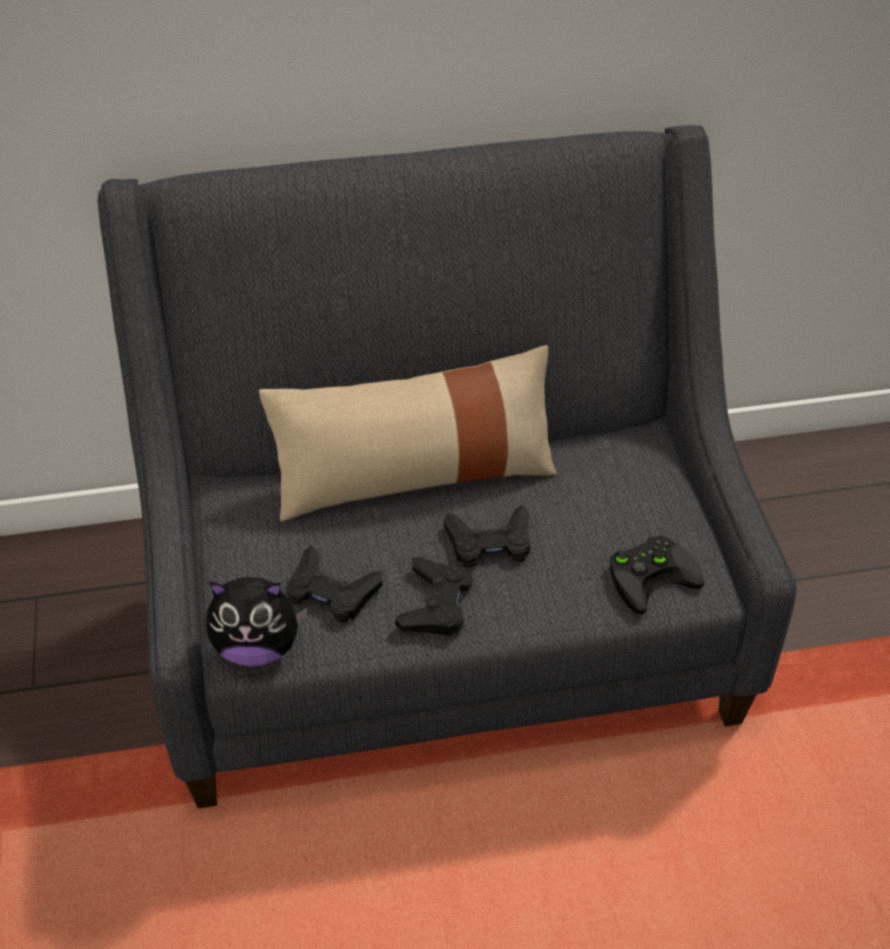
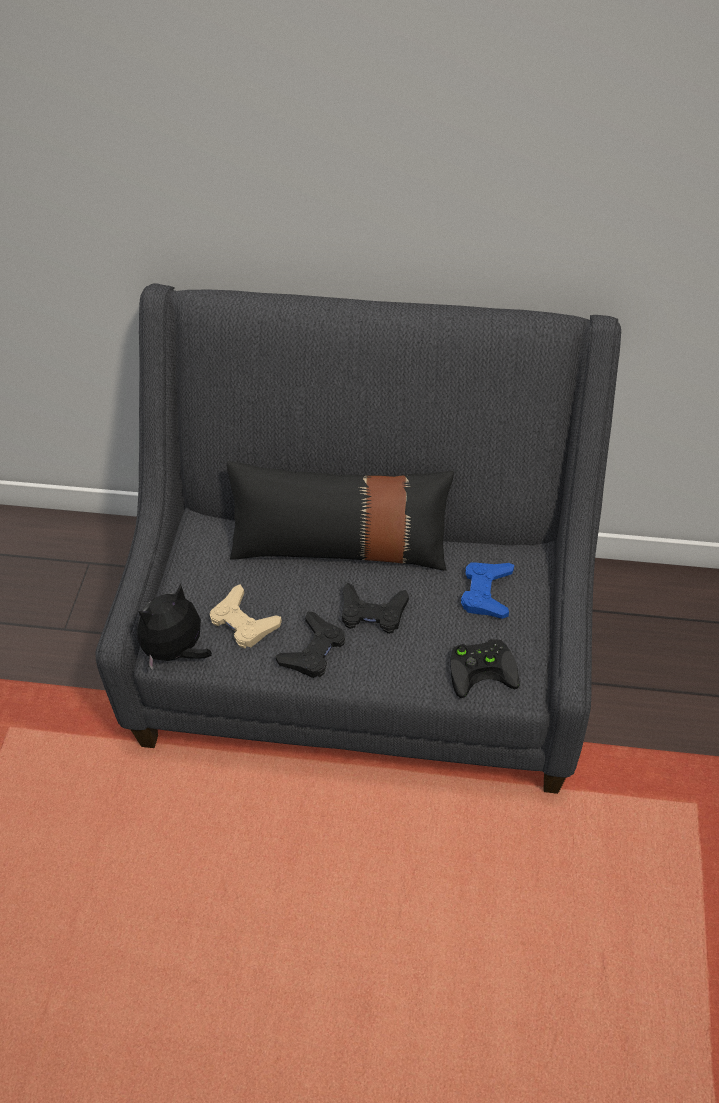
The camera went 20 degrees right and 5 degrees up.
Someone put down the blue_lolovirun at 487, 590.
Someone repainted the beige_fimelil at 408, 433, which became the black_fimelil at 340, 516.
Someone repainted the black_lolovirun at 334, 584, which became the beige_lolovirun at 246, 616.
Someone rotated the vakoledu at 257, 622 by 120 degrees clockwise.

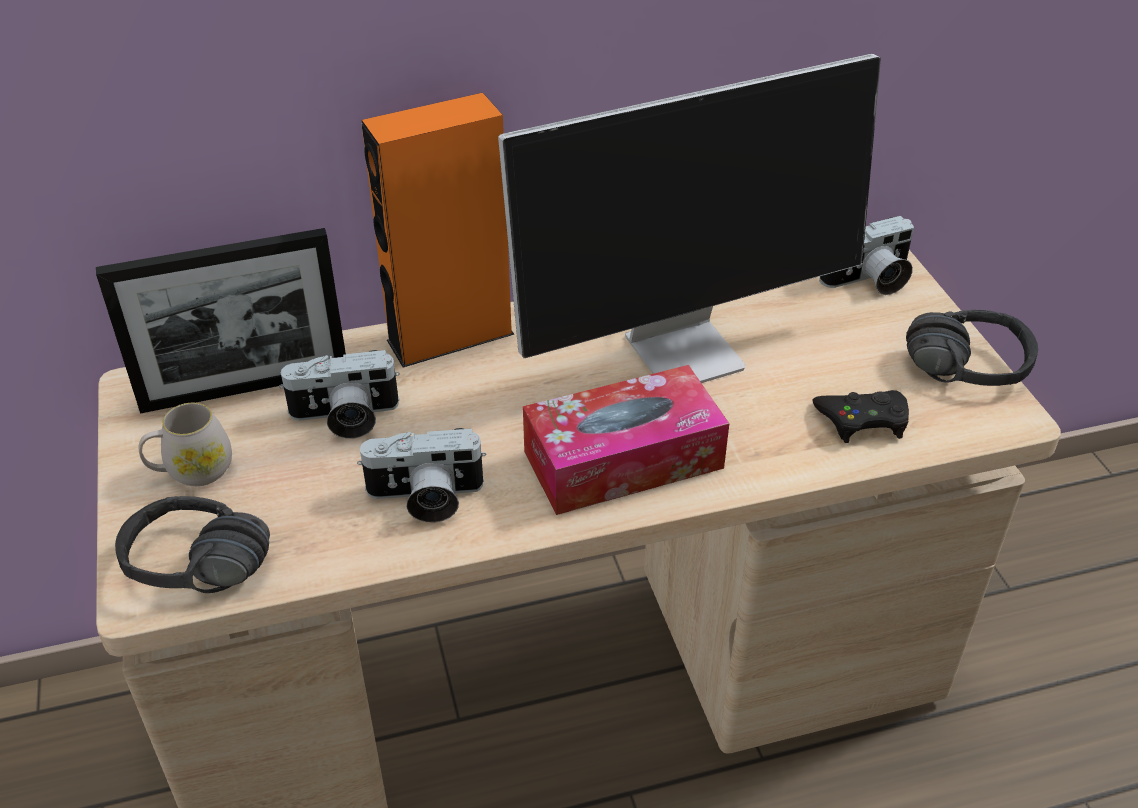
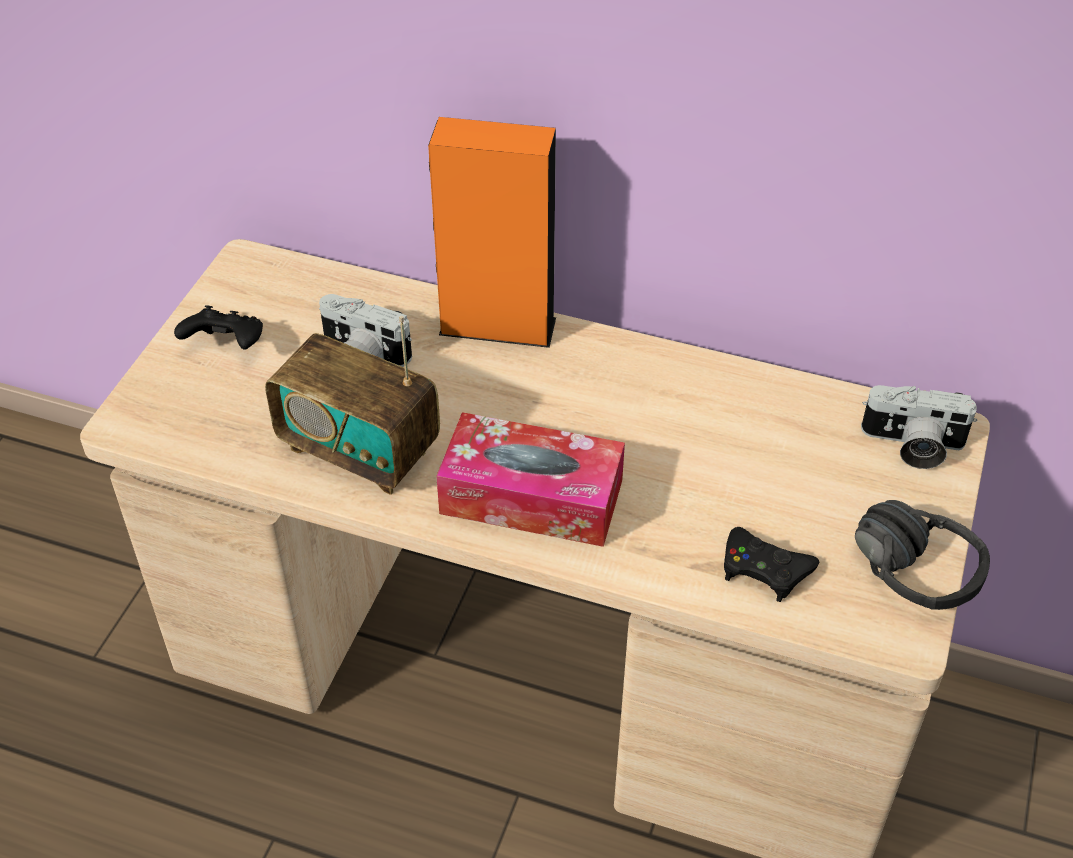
The camera went 35 degrees right and 5 degrees up.
Someone took away the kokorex at 221, 320.
Someone took away the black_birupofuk at 192, 544.
Someone took away the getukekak at 689, 218.
Someone swapped the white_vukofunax at 185, 444 for the black_lolovirun at 218, 327.
Someone swapped the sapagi at 421, 475 for the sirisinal at 352, 405.

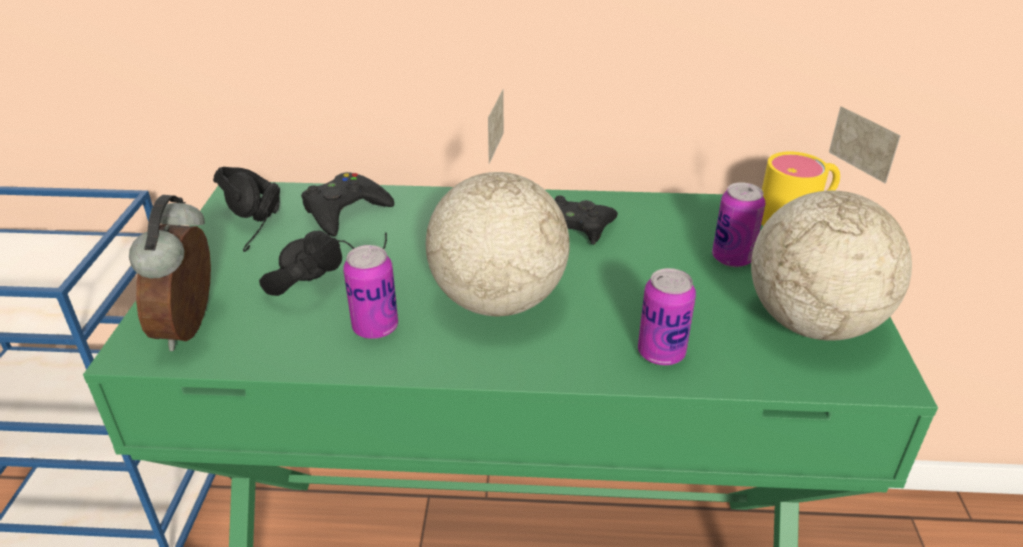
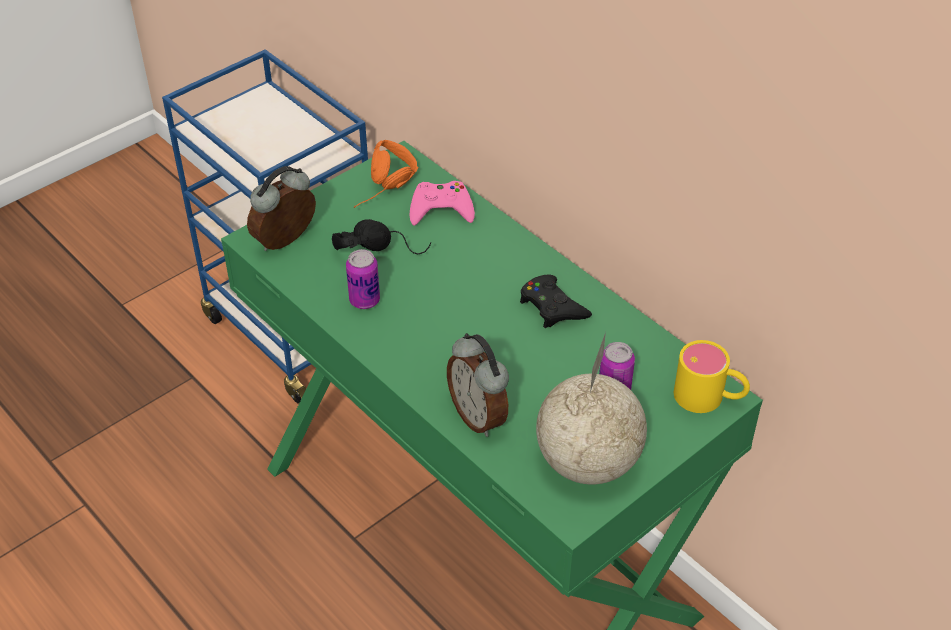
The camera went 45 degrees right and 10 degrees up.
Someone took away the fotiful at 498, 203.
Someone swapped the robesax at 667, 316 for the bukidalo at 478, 385.
Someone repainted the black_birupofuk at 246, 209, which became the orange_birupofuk at 386, 174.
Someone repainted the black_lolovirun at 347, 204, which became the pink_lolovirun at 442, 203.

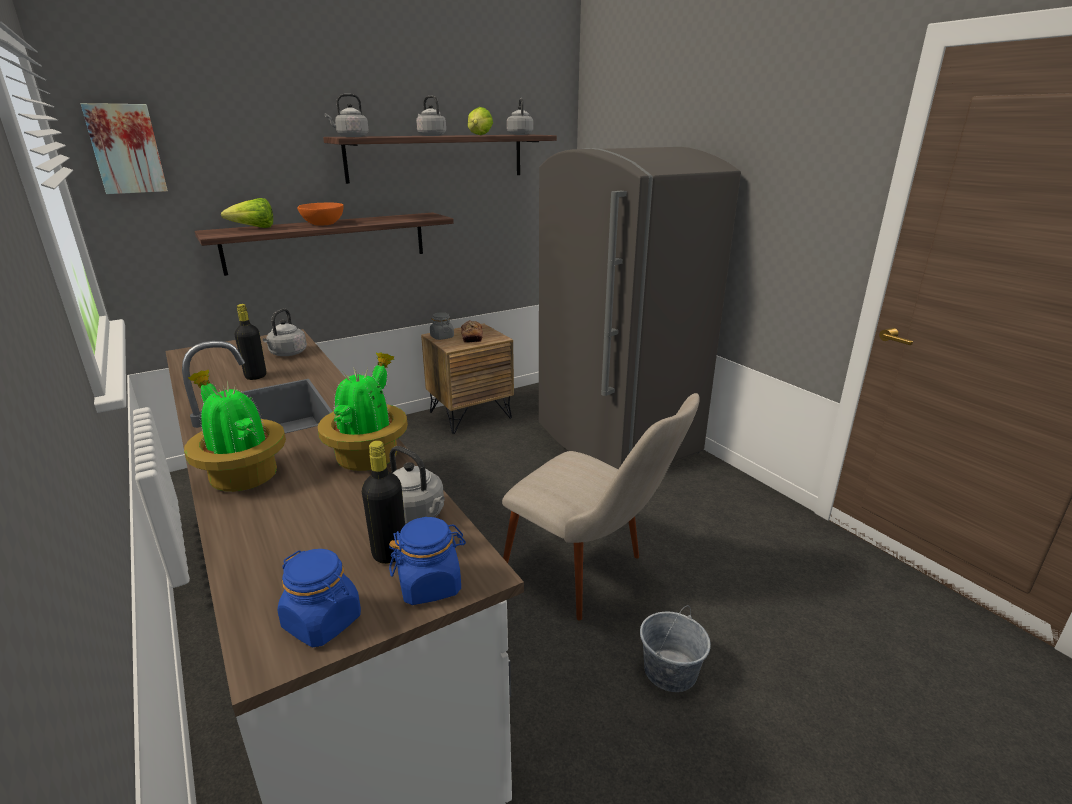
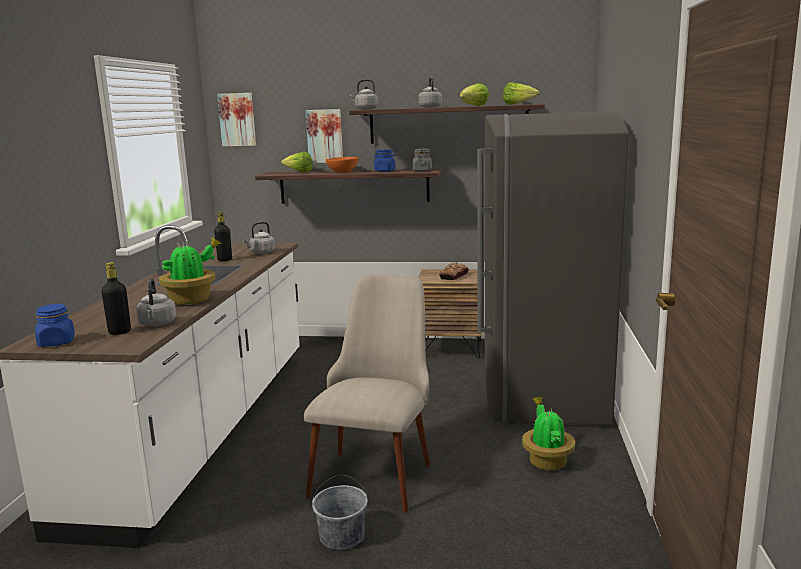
The camera went 40 degrees right and 10 degrees down.
Someone put up the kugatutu at 324, 136.
Someone carried the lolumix from 235, 431 to 548, 434.
Someone carried the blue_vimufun from 427, 561 to 384, 160.
Someone carried the grey_vimufun from 442, 326 to 422, 160.
Someone swapped the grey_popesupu at 520, 116 for the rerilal at 521, 93.
Someone rotated the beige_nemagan at 601, 507 by 150 degrees counterclockwise.

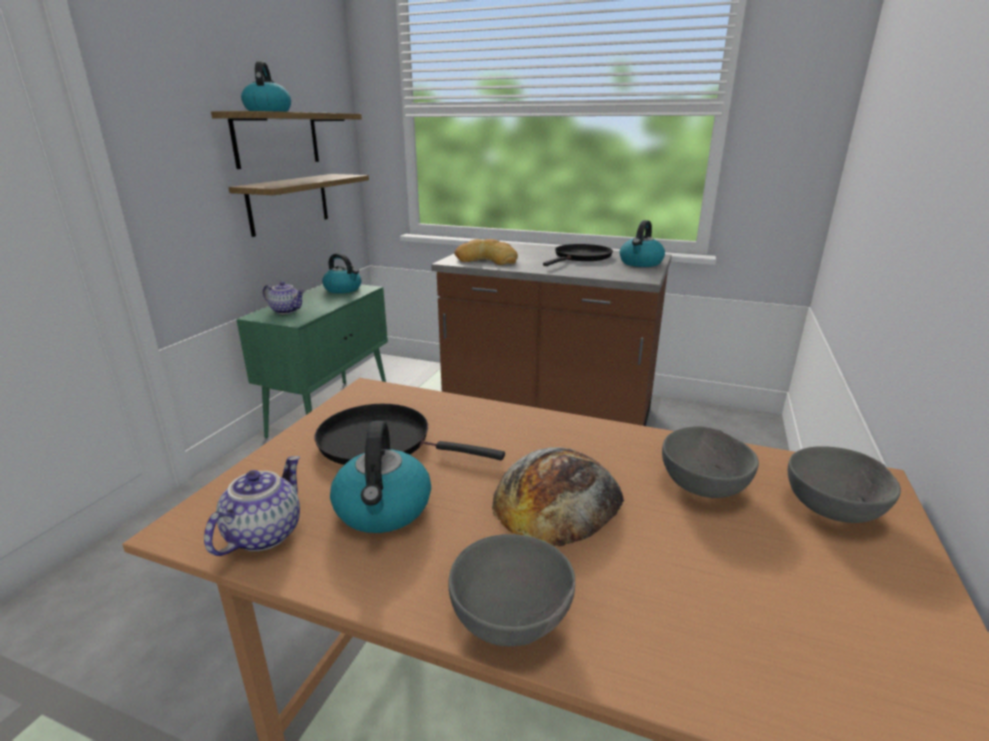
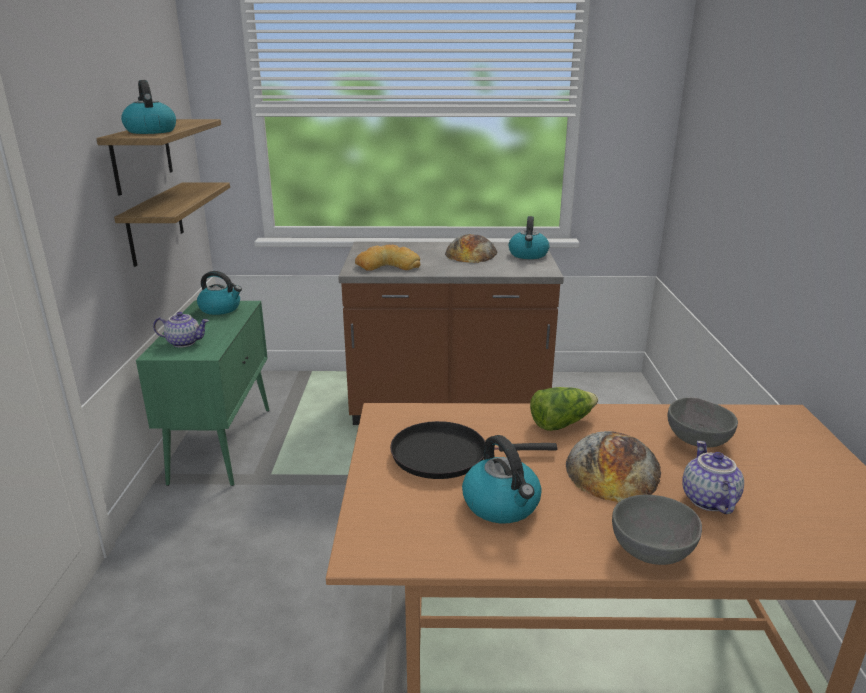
The camera went 20 degrees left and 0 degrees up.
Someone took away the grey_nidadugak at 844, 484.
Someone put down the rerilal at 564, 409.
Someone carried the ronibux from 252, 506 to 713, 477.
Someone swapped the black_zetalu at 578, 255 for the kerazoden at 471, 248.

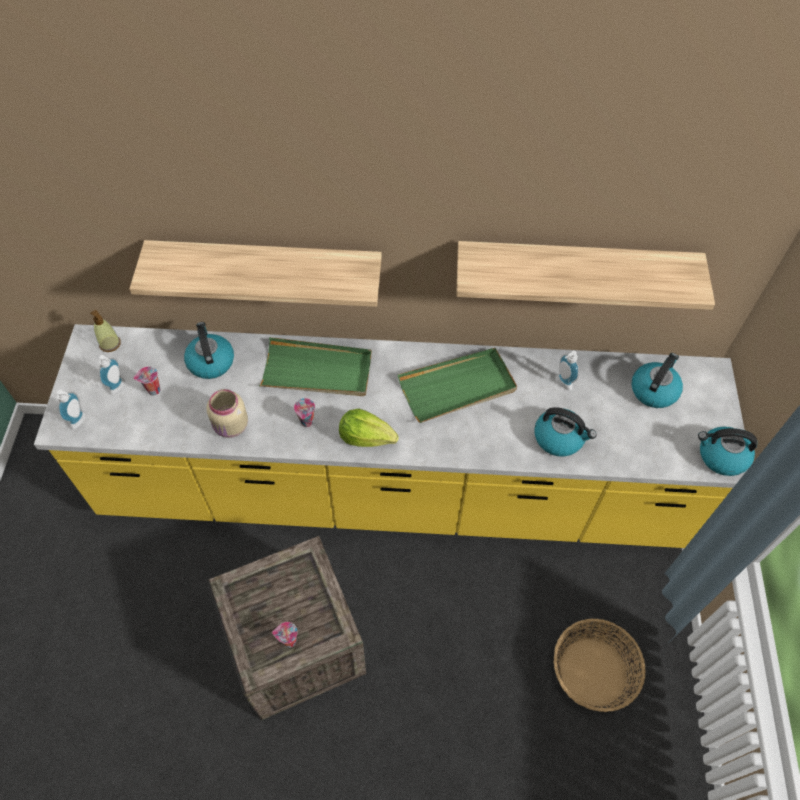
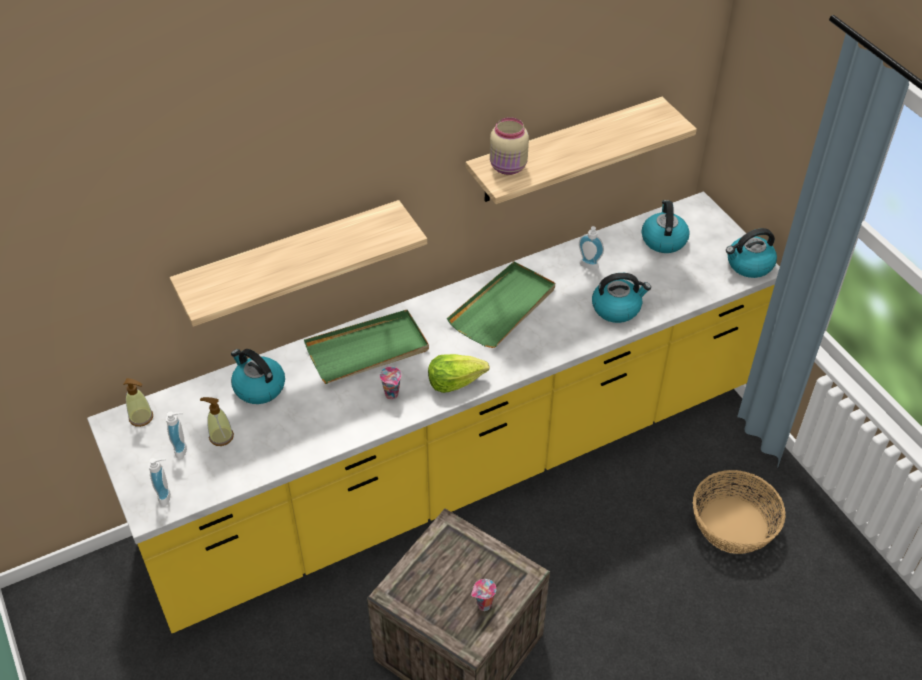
The camera went 30 degrees left and 10 degrees down.
Someone carried the beige_vimufun from 227, 413 to 509, 146.
Someone swapped the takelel at 146, 381 for the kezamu at 217, 421.

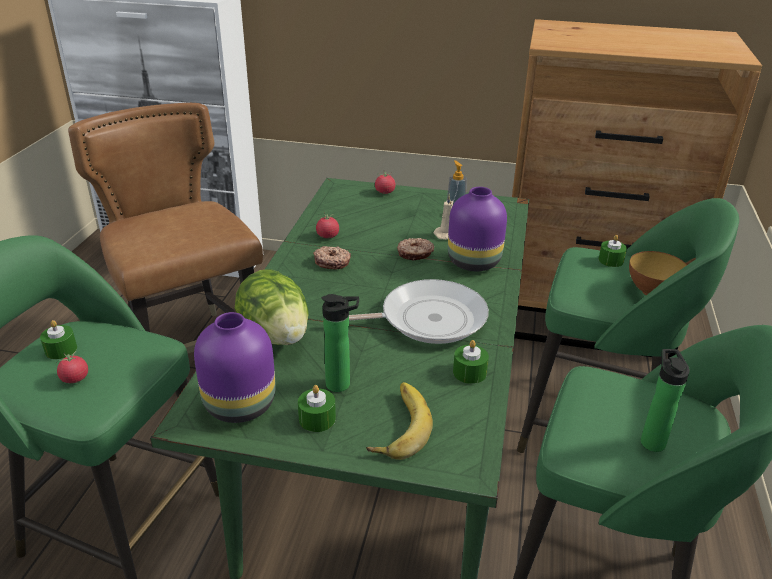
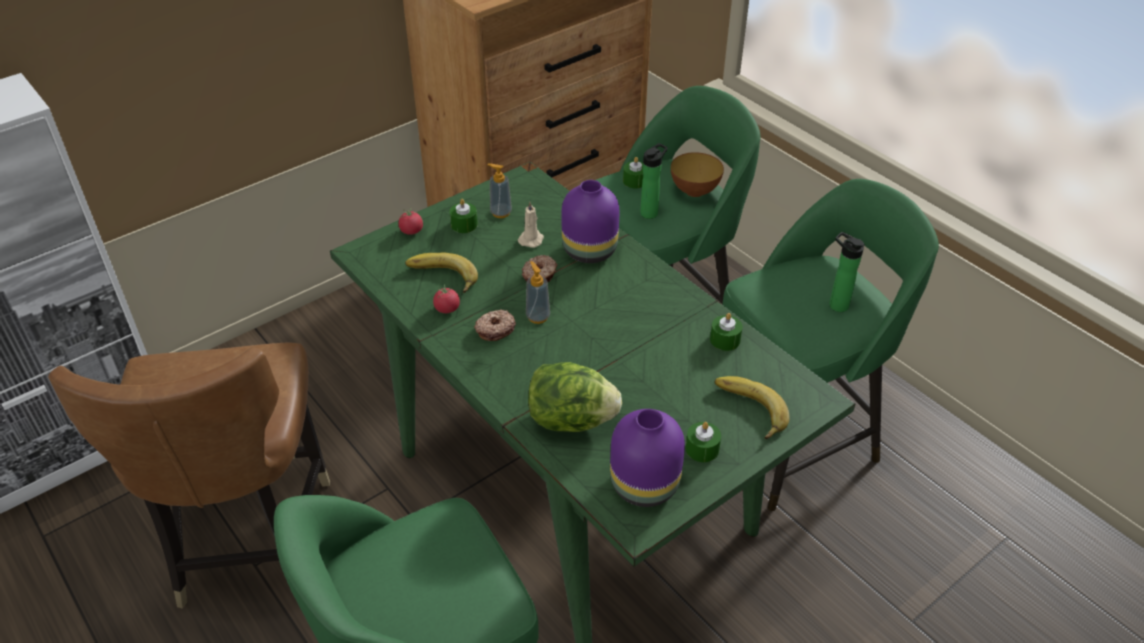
The camera went 50 degrees left and 10 degrees up.
Someone took away the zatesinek at 72, 367.
Someone took away the zetalu at 419, 311.
Someone put down the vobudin at 441, 273.
Someone put down the kezamu at 538, 292.
Someone carried the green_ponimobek from 58, 339 to 464, 216.
Someone carried the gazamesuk from 340, 343 to 654, 181.
Someone rotated the brown_nemagan at 165, 228 by 105 degrees counterclockwise.

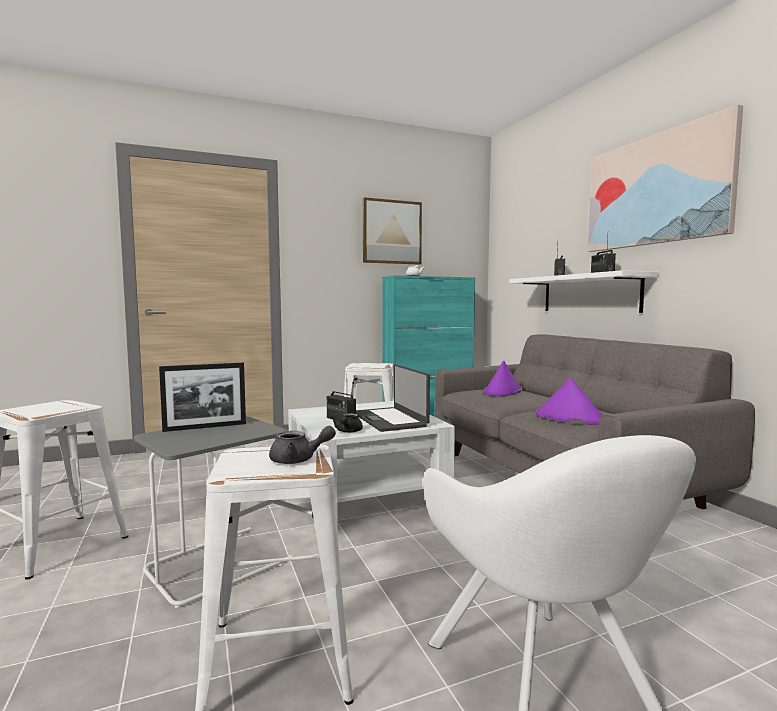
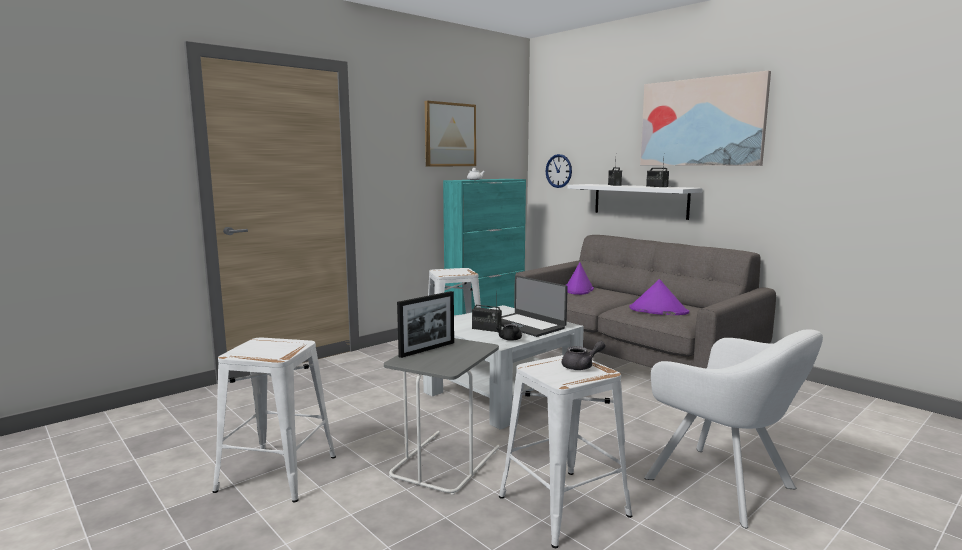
The camera went 20 degrees left and 5 degrees up.
Someone put up the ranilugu at 559, 171.

